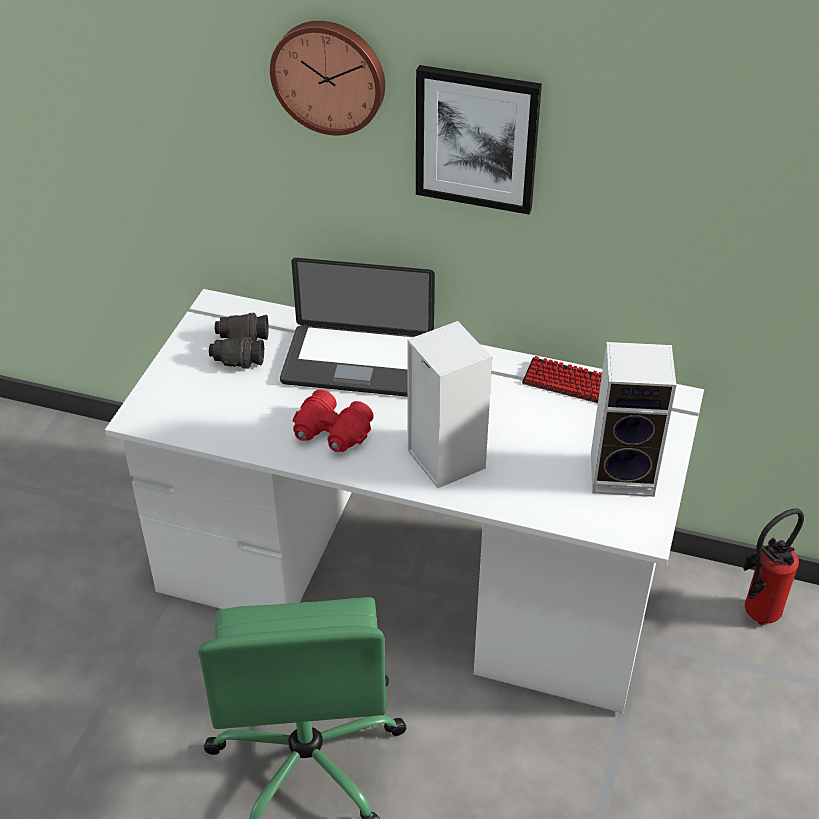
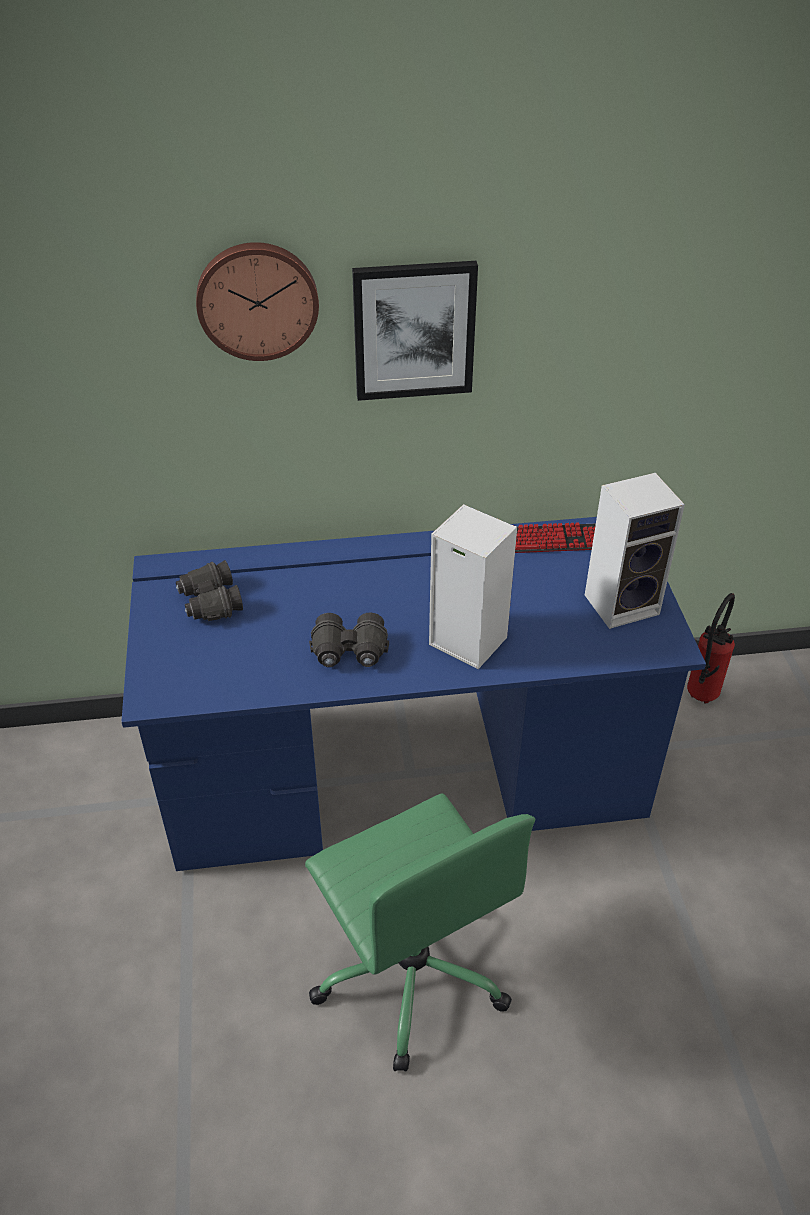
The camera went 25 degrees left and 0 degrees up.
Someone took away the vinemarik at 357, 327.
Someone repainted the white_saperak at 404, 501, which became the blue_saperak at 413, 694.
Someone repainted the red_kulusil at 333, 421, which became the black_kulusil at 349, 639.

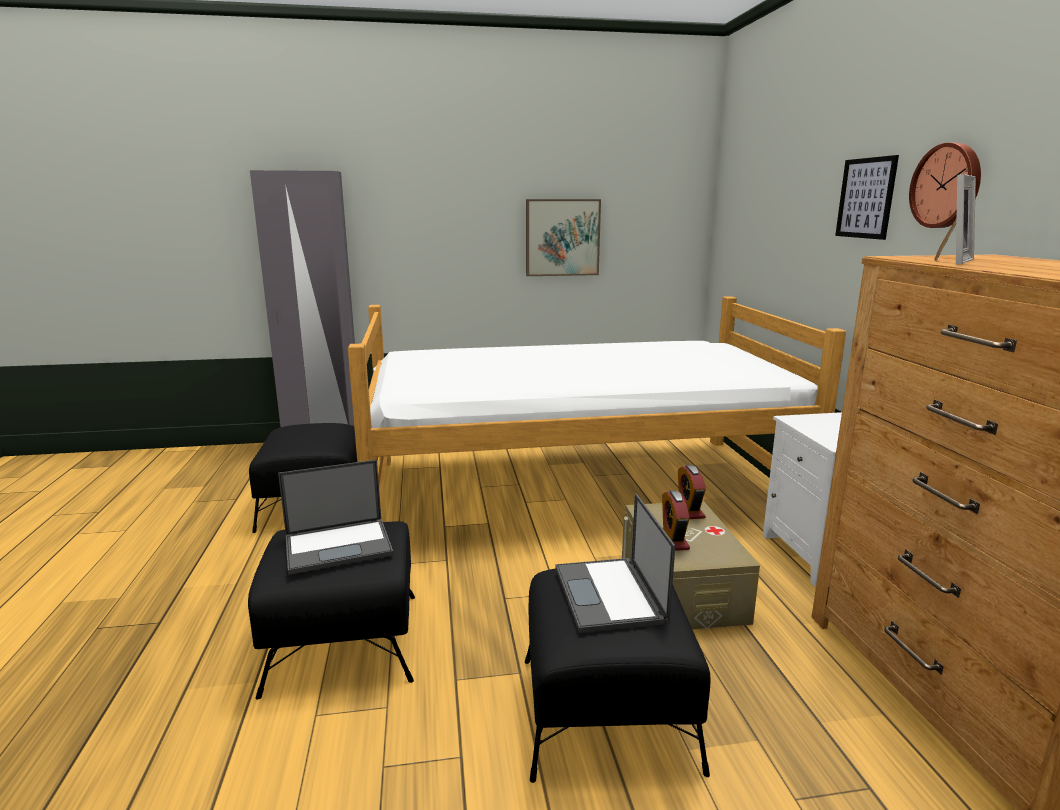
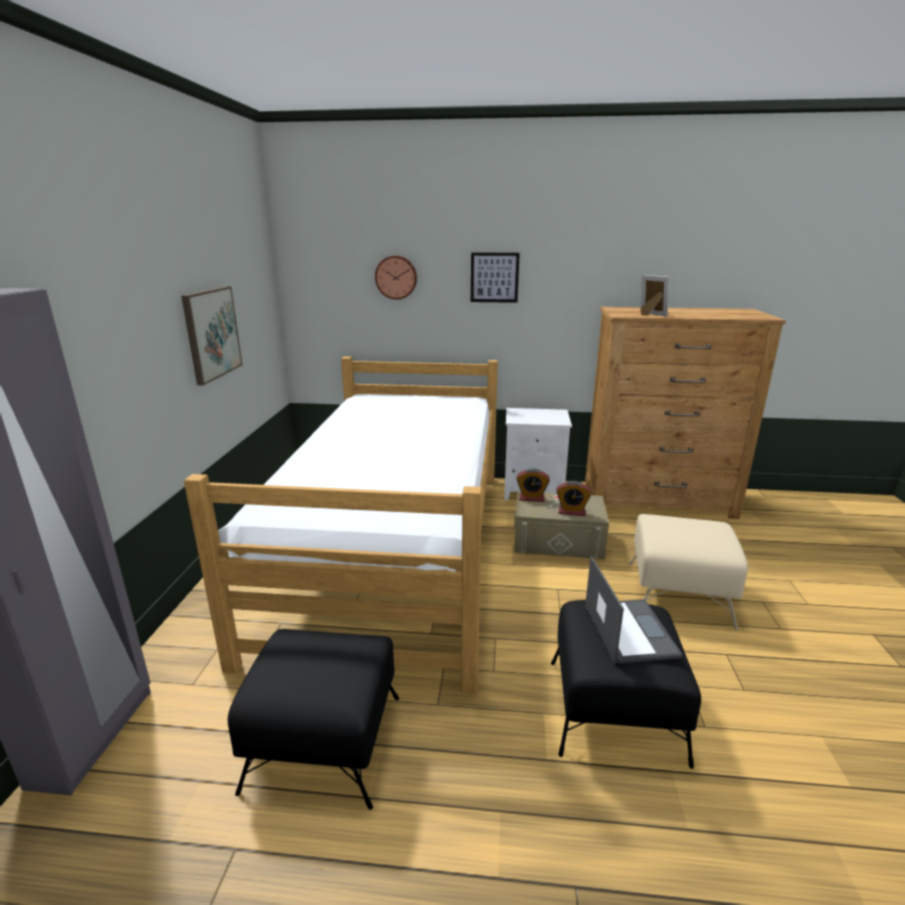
The camera went 75 degrees left and 5 degrees up.
Someone took away the vinemarik at 615, 563.
Someone carried the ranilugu from 945, 185 to 396, 278.
Someone repainted the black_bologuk at 618, 675, which became the beige_bologuk at 688, 572.

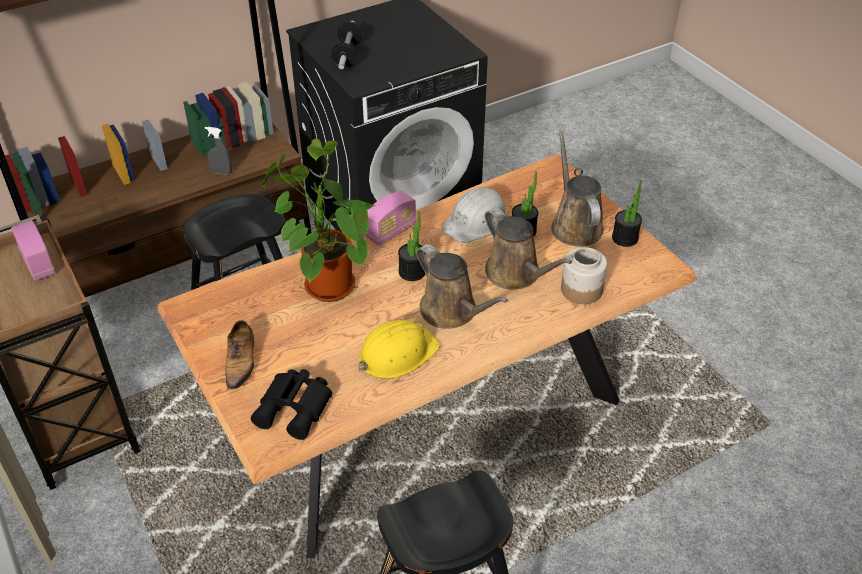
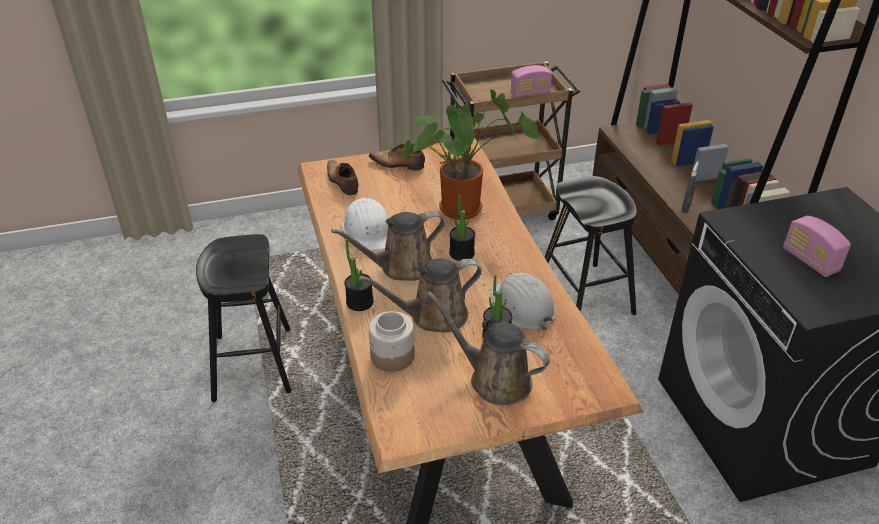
The camera went 105 degrees right and 5 degrees down.
Someone took away the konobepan at 347, 45.
Someone carried the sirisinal from 391, 218 to 817, 246.
Someone carried the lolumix from 627, 213 to 359, 275.
Someone swapped the black_kulusil at 291, 404 for the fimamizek at 342, 177.
Someone repainted the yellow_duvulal at 399, 349, which became the white_duvulal at 365, 224.
Someone rotated the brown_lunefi at 577, 189 by 150 degrees counterclockwise.

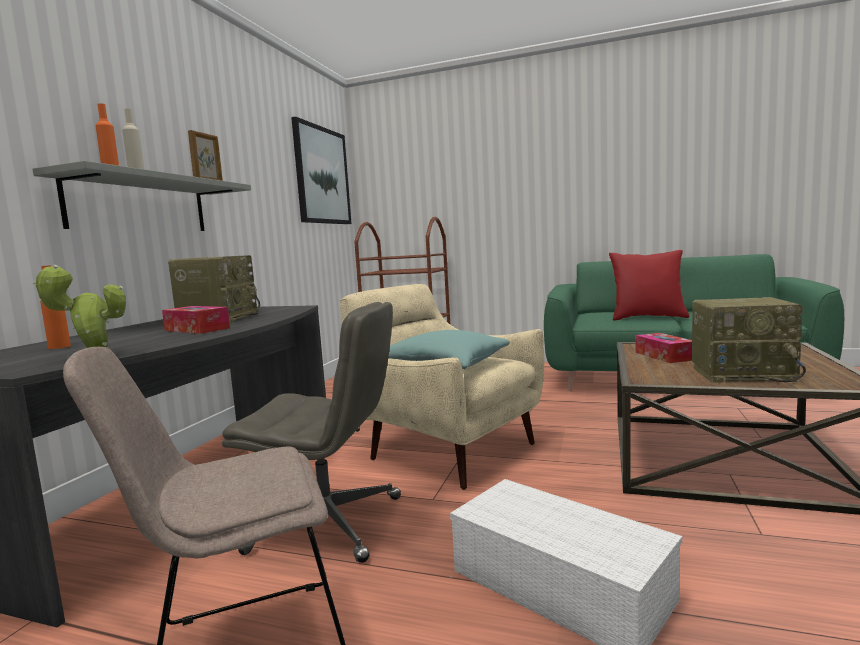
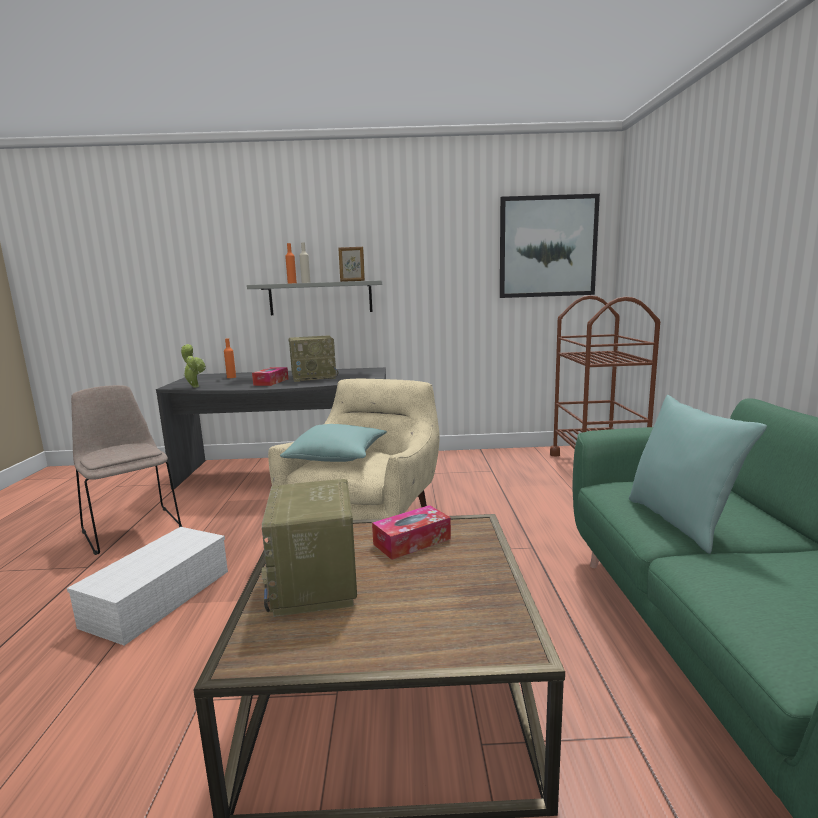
The camera went 70 degrees right and 5 degrees up.
Someone took away the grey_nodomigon at 311, 432.
Someone repainted the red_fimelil at 649, 285, which became the turquoise_fimelil at 698, 474.

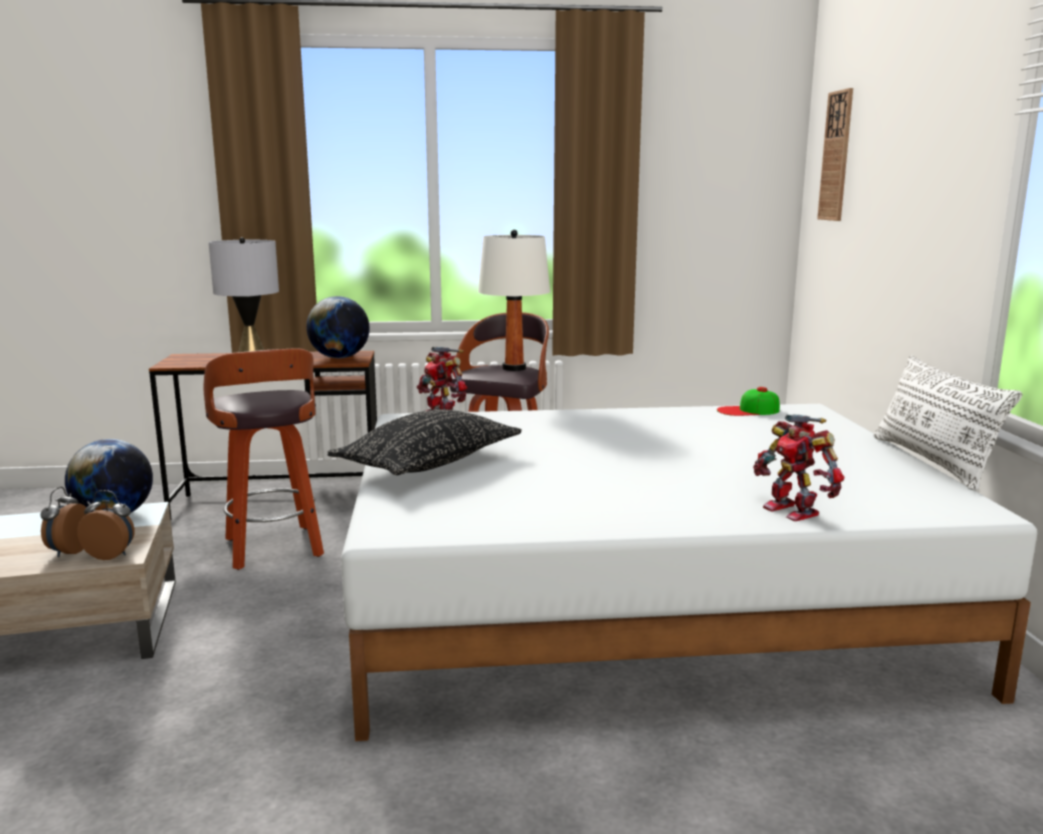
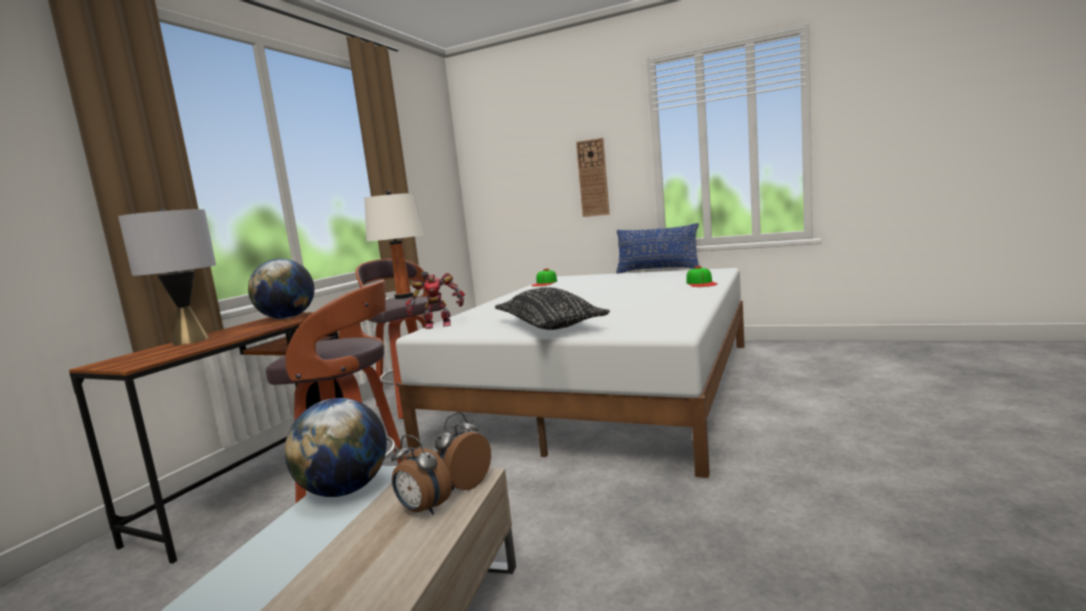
The camera went 60 degrees left and 5 degrees down.
Someone carried the ranilugu from 835, 154 to 592, 177.
Someone swapped the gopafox at 798, 468 for the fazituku at 701, 276.
Someone repainted the white_fimelil at 947, 423, which became the blue_fimelil at 657, 248.

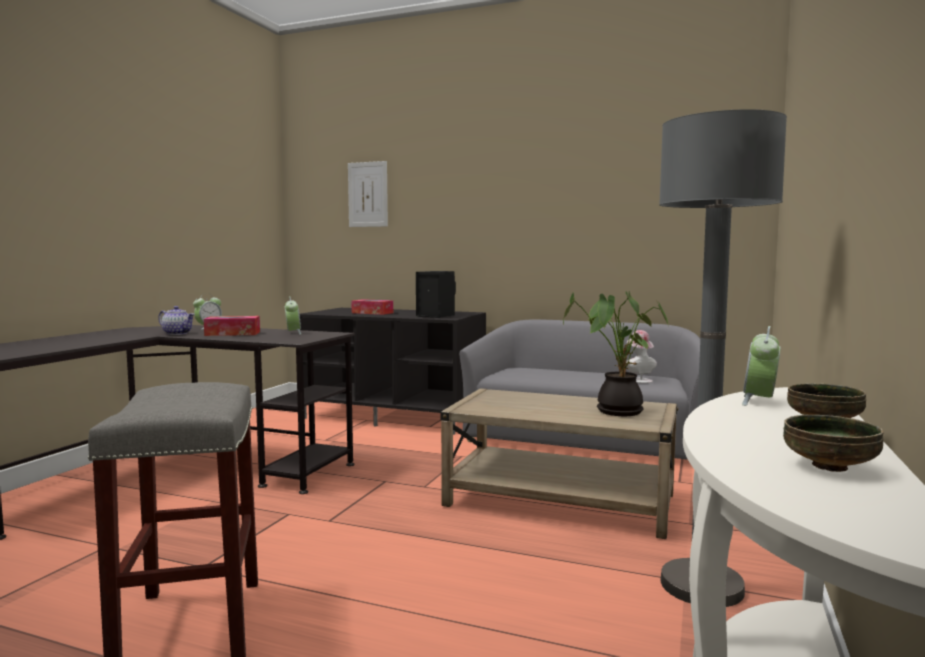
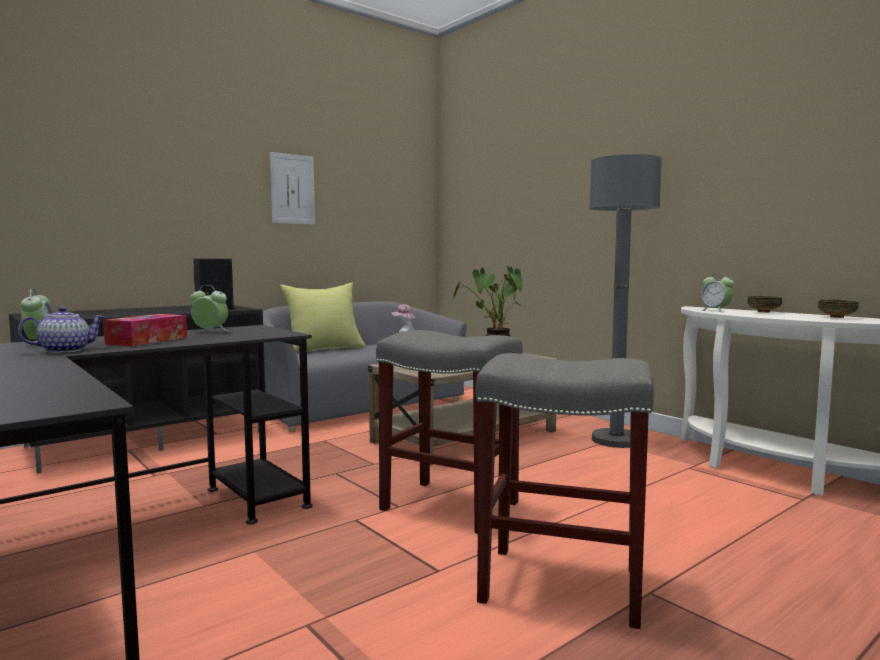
The camera went 60 degrees left and 0 degrees up.
Someone took away the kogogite at 372, 307.
Someone put down the yellow_fimelil at 322, 318.
Someone put down the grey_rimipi at 449, 432.
Someone carried the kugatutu from 368, 194 to 292, 188.

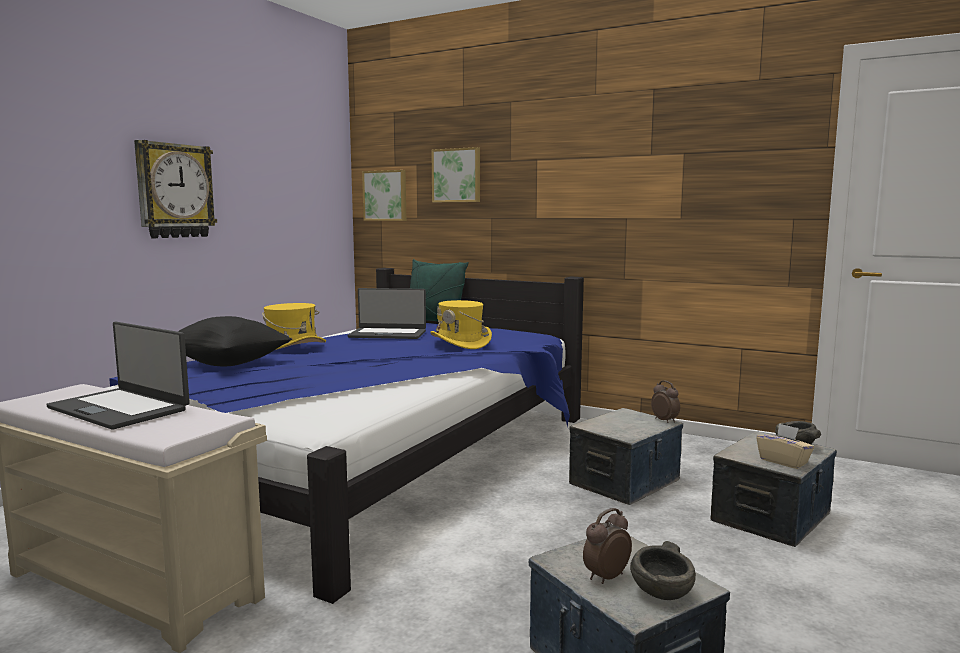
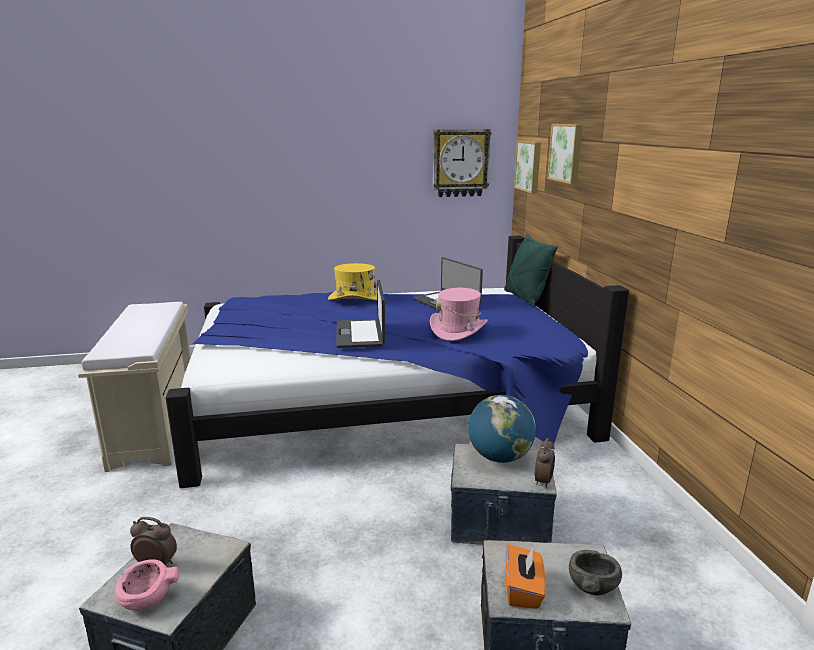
The camera went 50 degrees right and 10 degrees up.
Someone took away the black_fimelil at 235, 341.
Someone put down the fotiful at 502, 429.
Someone carried the vinemarik from 118, 376 to 361, 314.
Someone carried the ranilugu from 175, 189 to 462, 163.
Someone repainted the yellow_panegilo at 461, 324, which became the pink_panegilo at 459, 314.
Someone repainted the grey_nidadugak at 663, 570, which became the pink_nidadugak at 147, 585.
Someone repainted the beige_kogogite at 785, 446, which became the orange_kogogite at 526, 576.

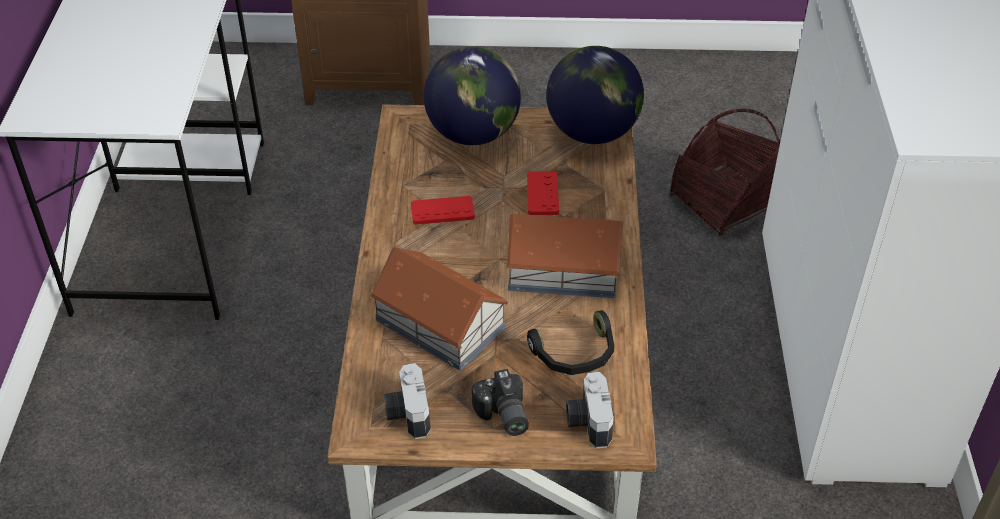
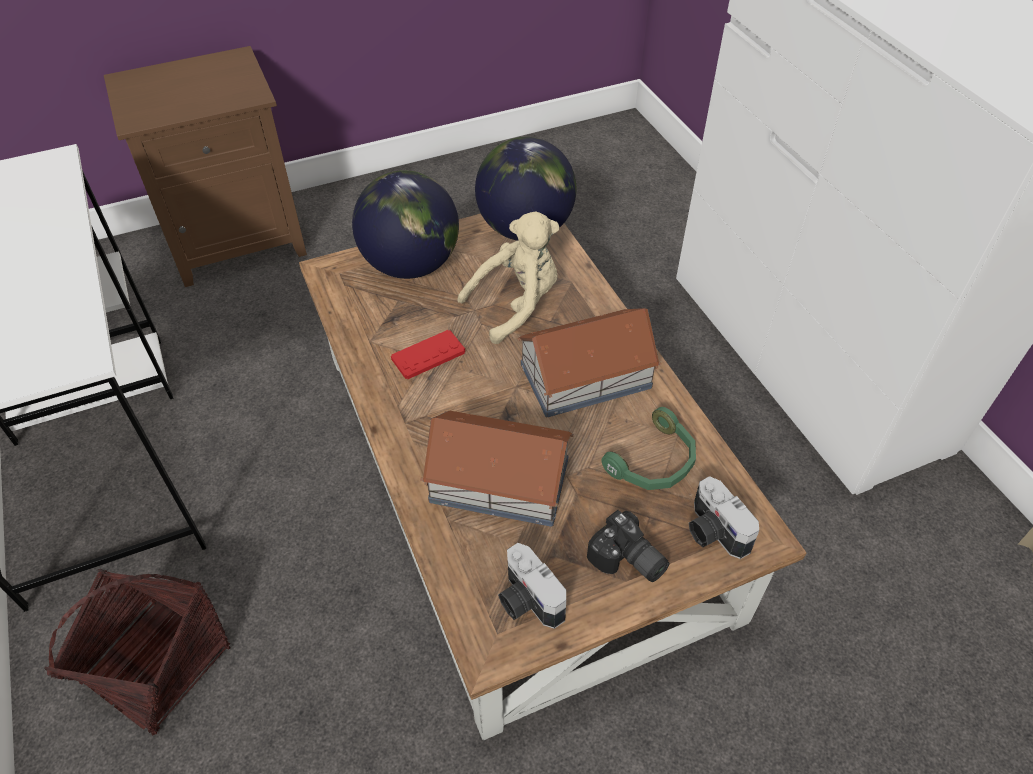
The camera went 25 degrees left and 5 degrees up.
Someone carried the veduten from 725, 172 to 137, 652.
Someone swapped the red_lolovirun at 543, 193 for the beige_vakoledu at 508, 277.
Someone repainted the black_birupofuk at 570, 342, which became the green_birupofuk at 648, 448.

